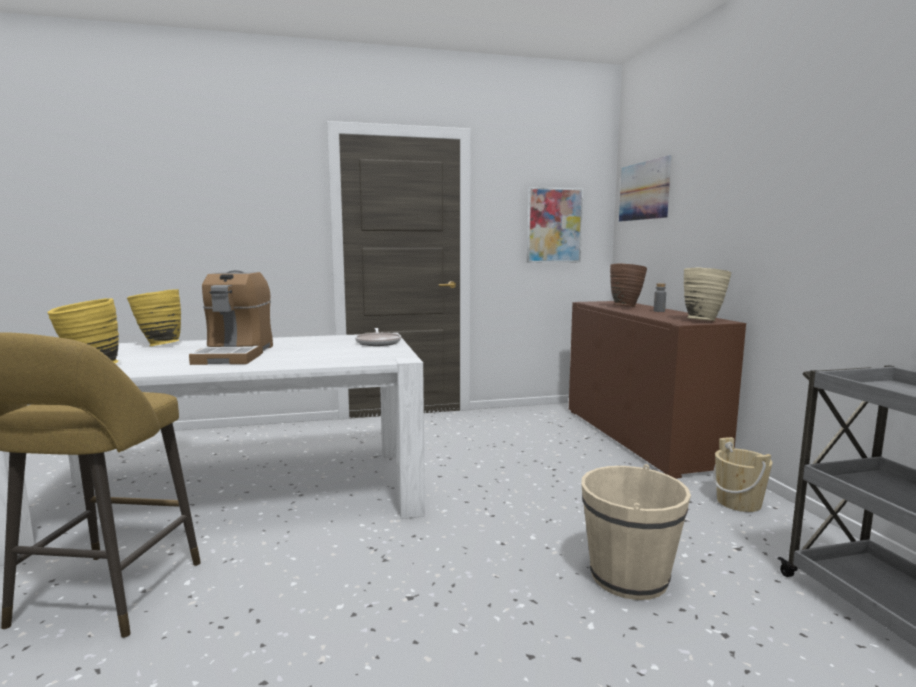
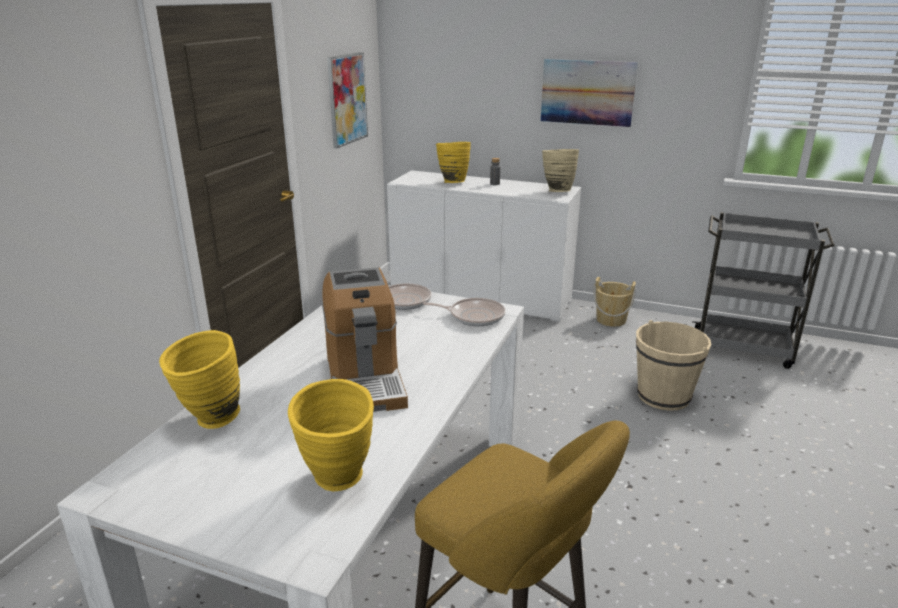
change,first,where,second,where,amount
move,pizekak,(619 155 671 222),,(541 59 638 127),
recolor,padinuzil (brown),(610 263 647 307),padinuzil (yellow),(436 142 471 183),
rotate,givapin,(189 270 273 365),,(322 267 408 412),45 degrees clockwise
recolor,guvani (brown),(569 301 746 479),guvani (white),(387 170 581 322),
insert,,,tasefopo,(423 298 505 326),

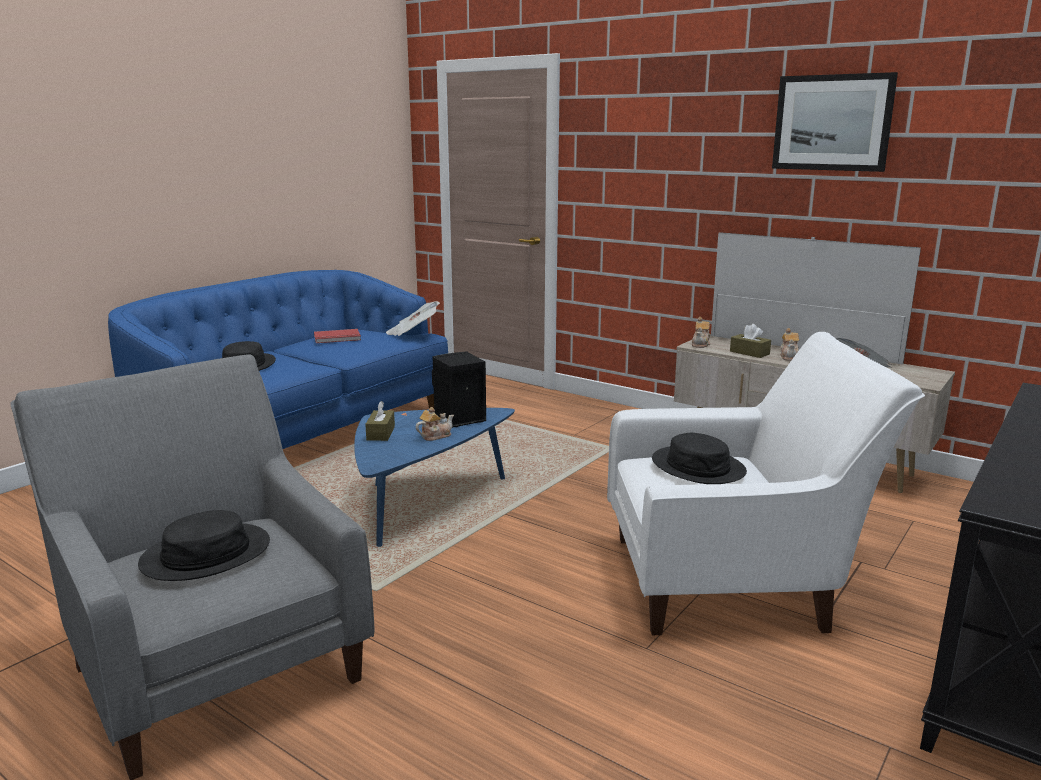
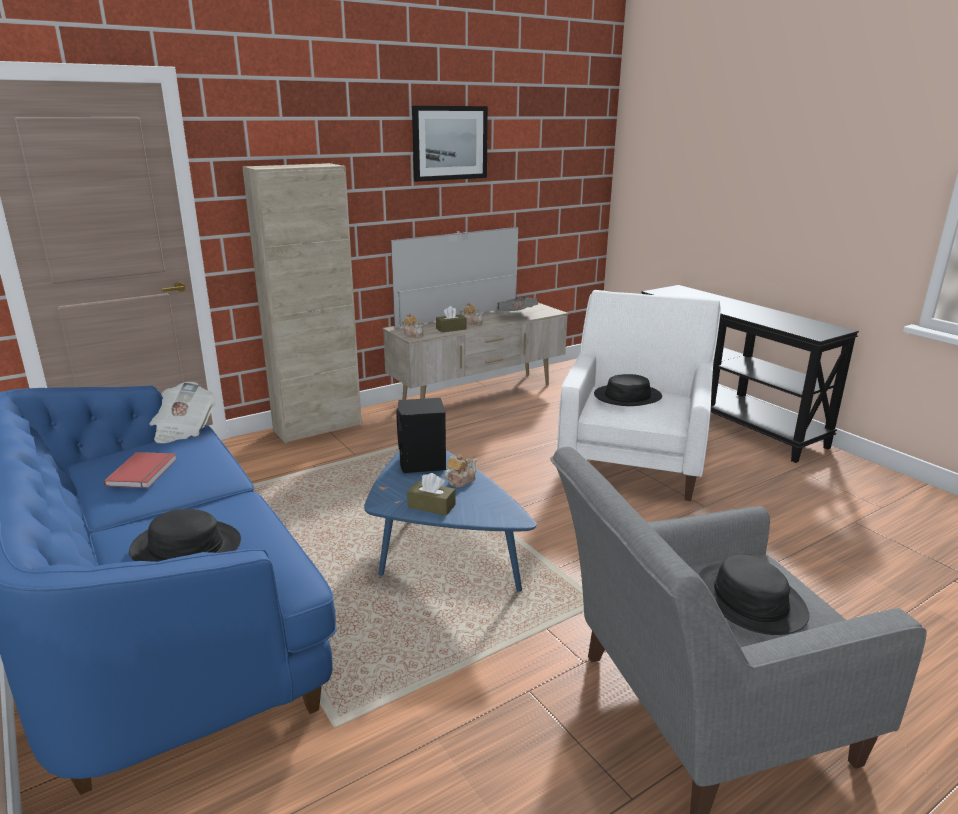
change,first,where,second,where,amount
rotate,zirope,(416 407 454 441),,(444 454 477 487),60 degrees clockwise
insert,,,guvani (beige),(242 163 362 444),

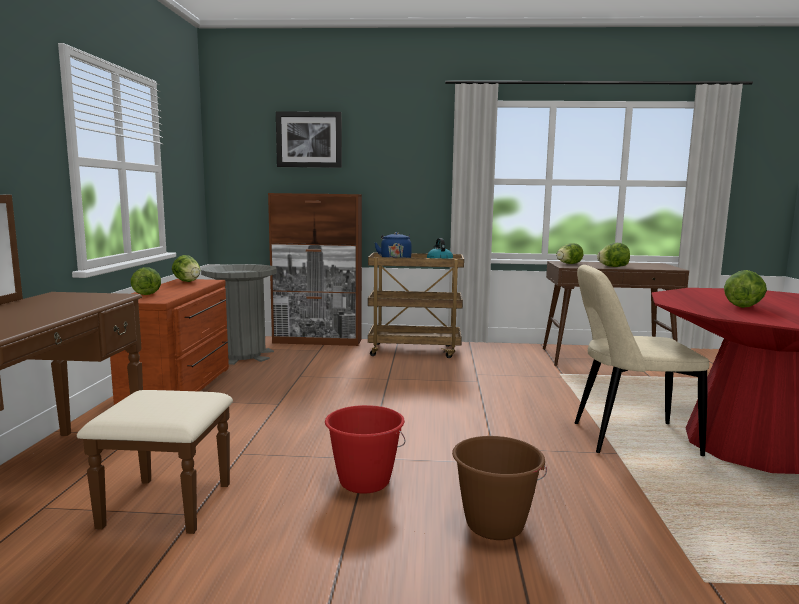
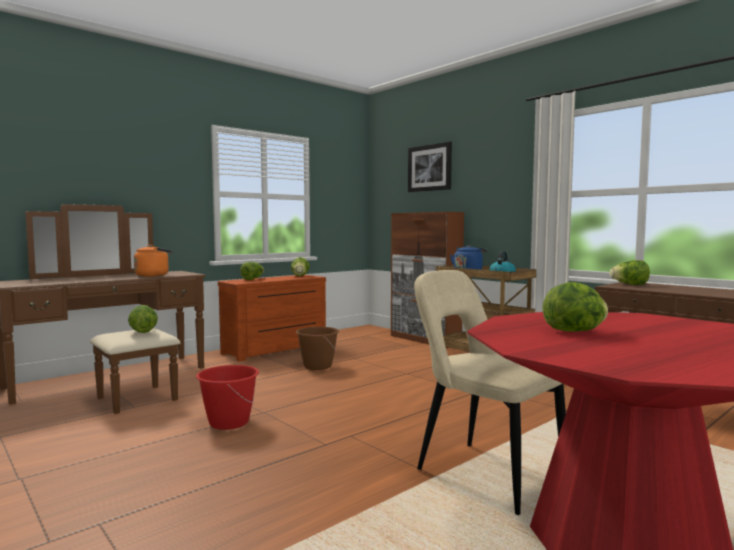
change,first,where,second,where,amount
move,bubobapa,(597 243 630 267),,(128 305 158 333),
delete,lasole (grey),(201 264 277 365),,,
move,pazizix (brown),(452 436 547 540),,(296 327 339 370),
insert,,,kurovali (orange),(134 245 173 277),

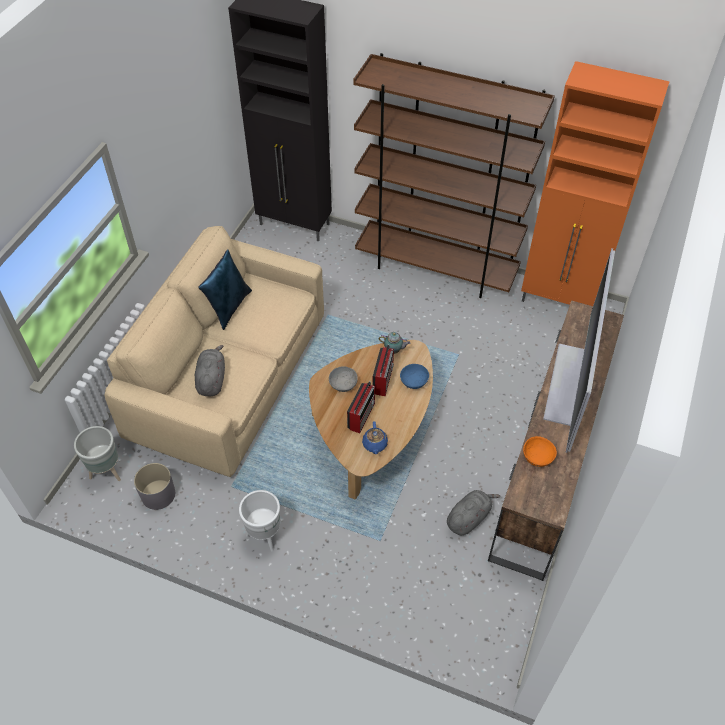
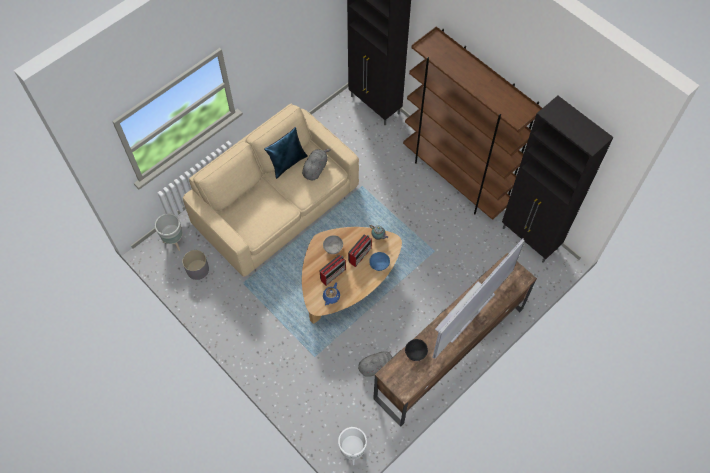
change,first,where,second,where,amount
recolor,guvani (orange),(521 61 670 306),guvani (black),(502 96 614 263),
move,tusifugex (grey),(195 345 225 396),,(302 149 331 180),
recolor,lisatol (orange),(523 436 557 467),lisatol (black),(405 339 428 361),
move,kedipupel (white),(239 490 280 551),,(338 427 367 465),

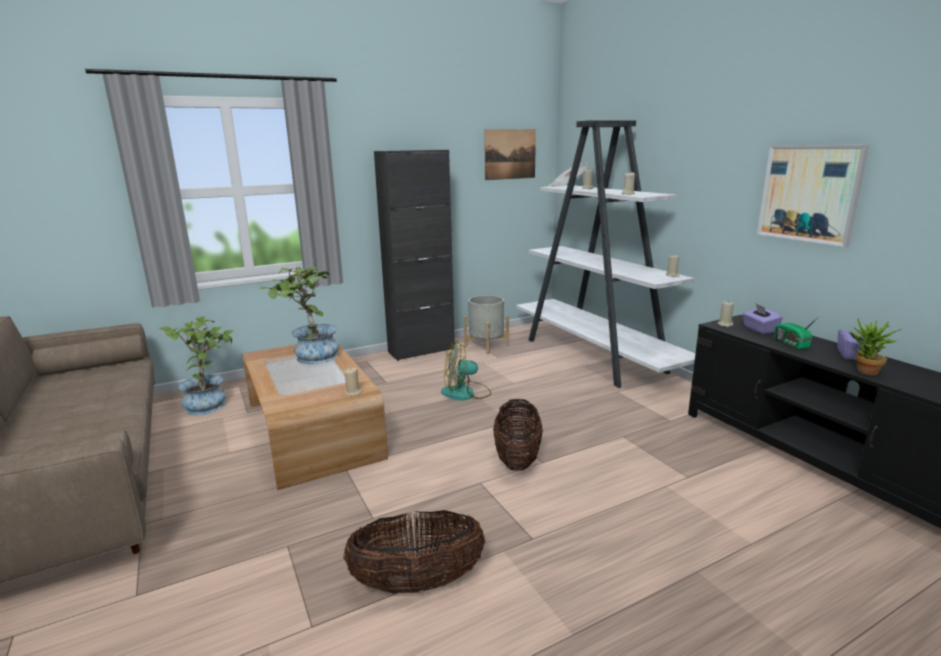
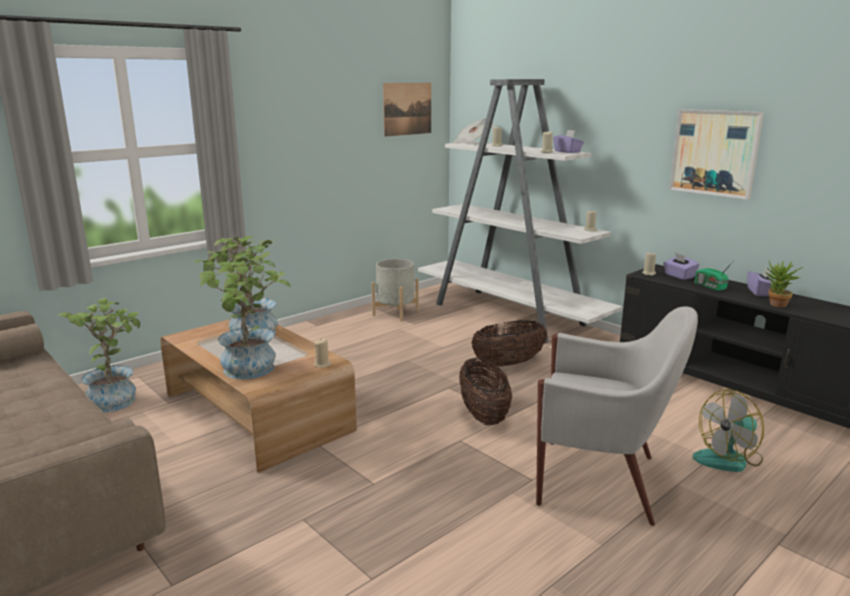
change,first,where,second,where,amount
delete,guvani (black),(374 150 455 361),,,
move,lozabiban,(441 341 491 401),,(693 389 764 472),
move,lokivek,(343 510 485 593),,(471 320 547 366),
insert,,,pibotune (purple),(553 130 584 153),
insert,,,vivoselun,(199 252 291 379),
insert,,,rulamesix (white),(536 307 698 526),

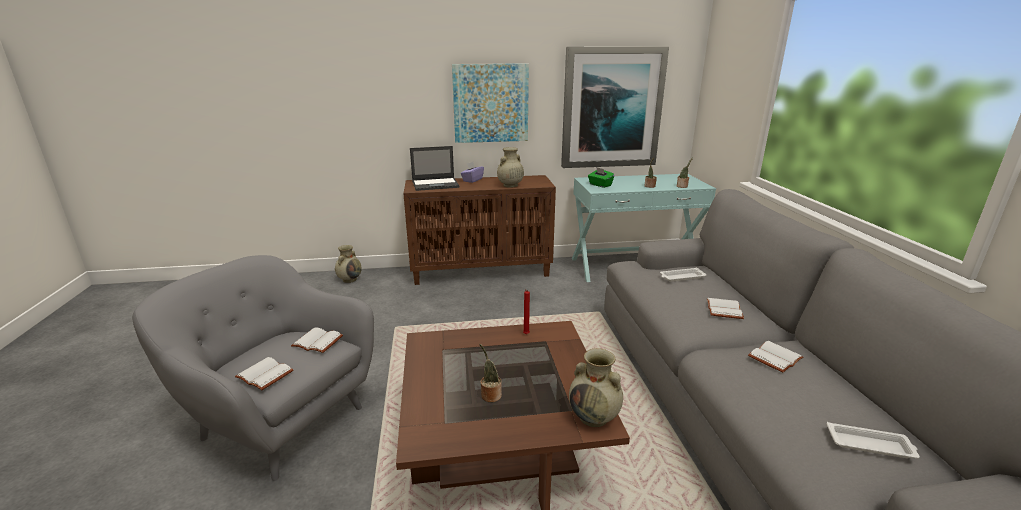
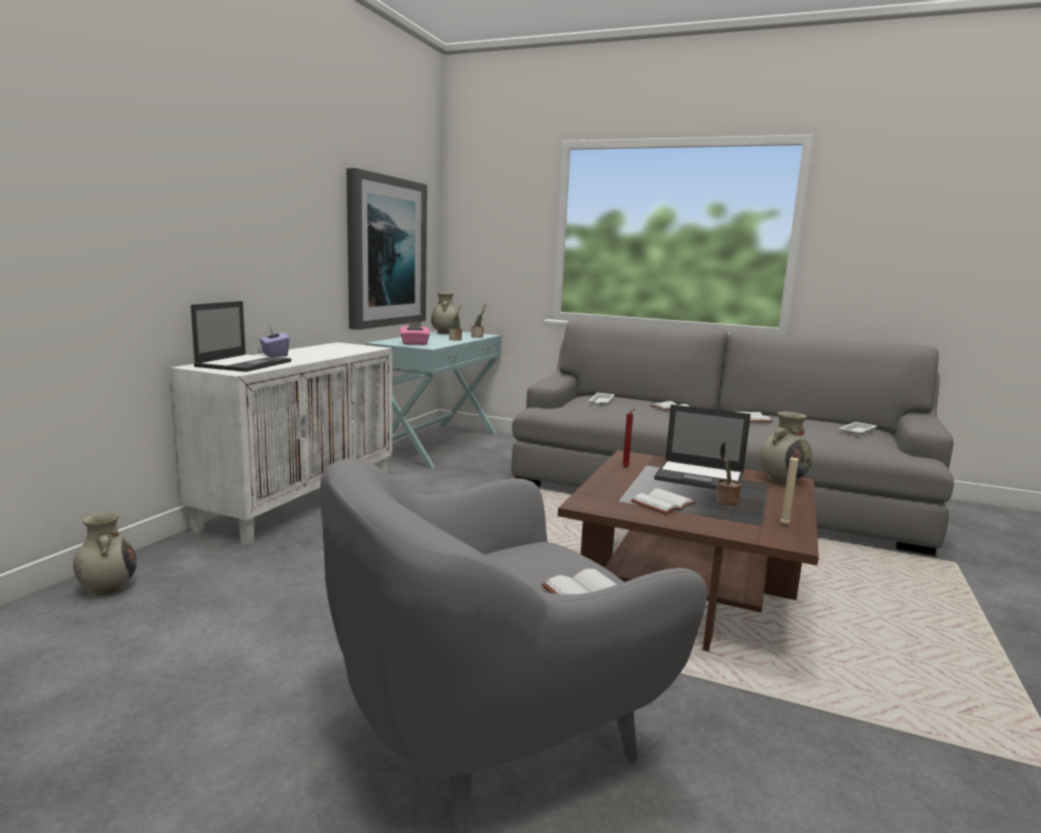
change,first,where,second,where,amount
delete,pizekak,(452 63 529 143),,,
move,padinuzil (beige),(497 147 524 188),,(431 293 459 334),
recolor,pibotune (green),(588 167 615 188),pibotune (pink),(400 321 430 345),
recolor,guvani (brown),(403 175 556 285),guvani (white),(171 342 392 546),
move,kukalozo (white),(291 328 343 353),,(631 489 696 514),
insert,,,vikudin,(654 405 751 490),
insert,,,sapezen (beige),(781 453 801 525),

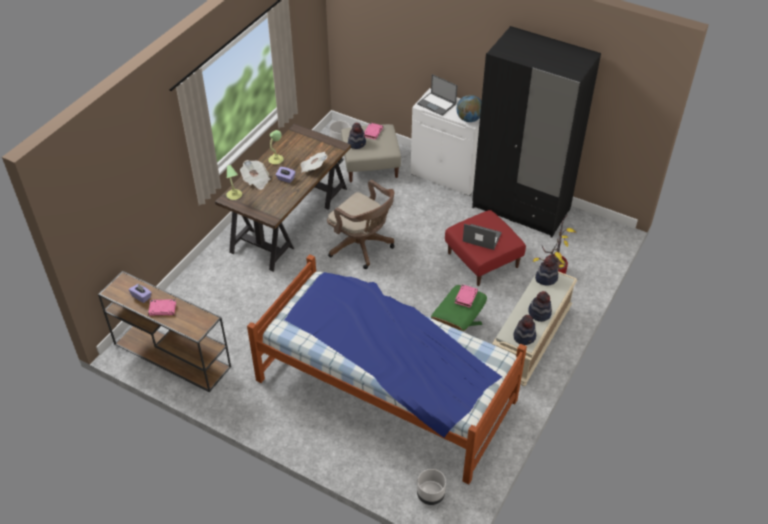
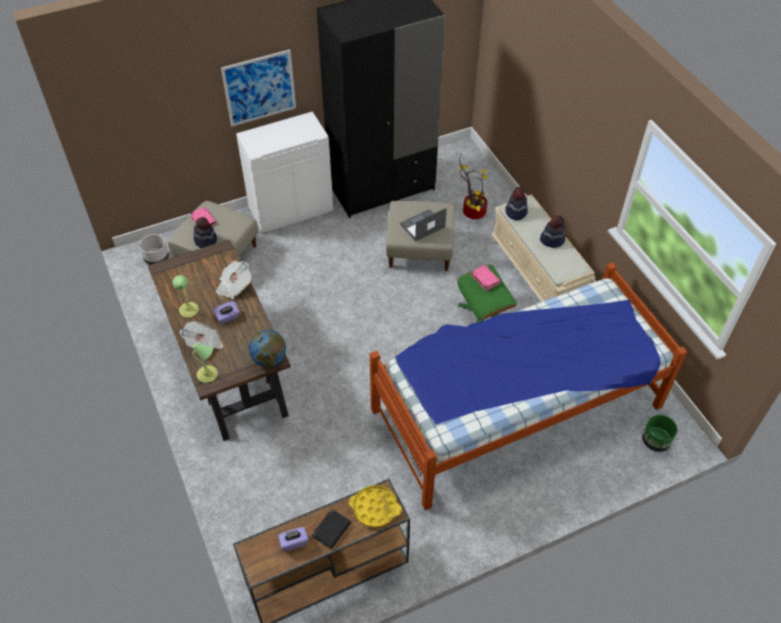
change,first,where,second,where,amount
delete,vikudin,(417 74 458 116),,,
move,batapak,(456 95 482 122),,(248 330 286 367),
delete,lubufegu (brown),(327 180 394 269),,,
recolor,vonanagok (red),(445 210 526 286),vonanagok (beige),(386 201 455 271),
recolor,kukalozo (pink),(148 299 176 316),kukalozo (black),(312 509 351 549),
delete,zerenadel,(513 315 536 345),,,
recolor,kedipupel (grey),(417 469 446 505),kedipupel (green),(642 415 678 452),
insert,,,pizekak,(221 49 296 127),
insert,,,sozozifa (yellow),(349 485 402 528),

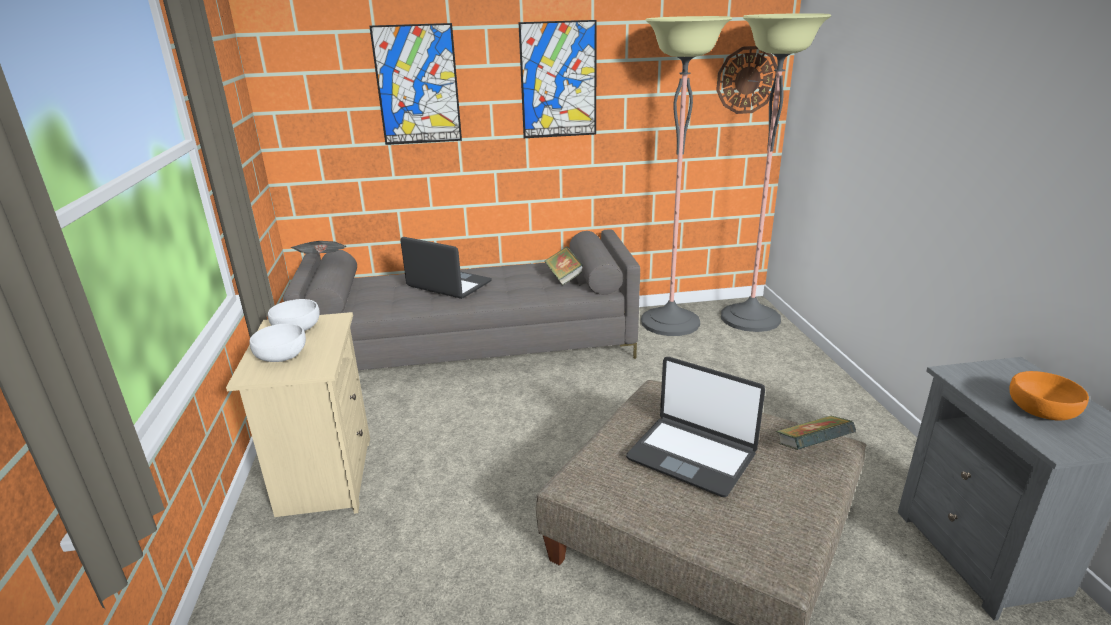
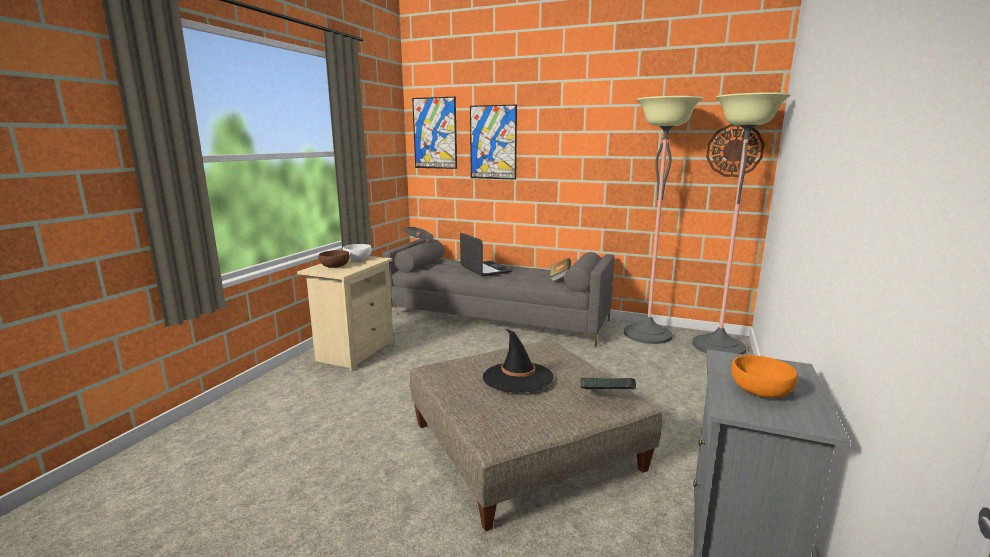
change,first,where,second,where,amount
move,pizekak,(518 20 597 138),,(412 97 457 169),
recolor,lisatol (white),(249 324 306 362),lisatol (brown),(319 250 349 268),
replace,vikudin,(626 357 765 497),zerenadel (black),(483 329 553 393),

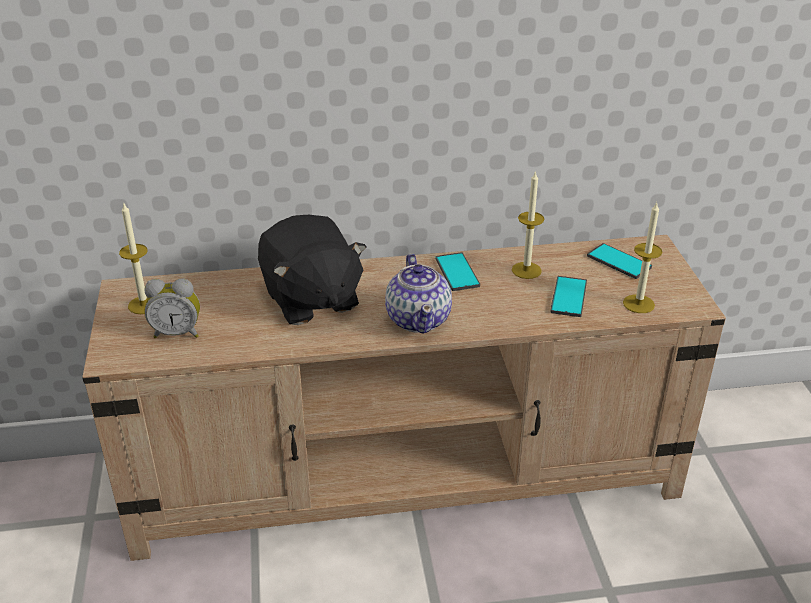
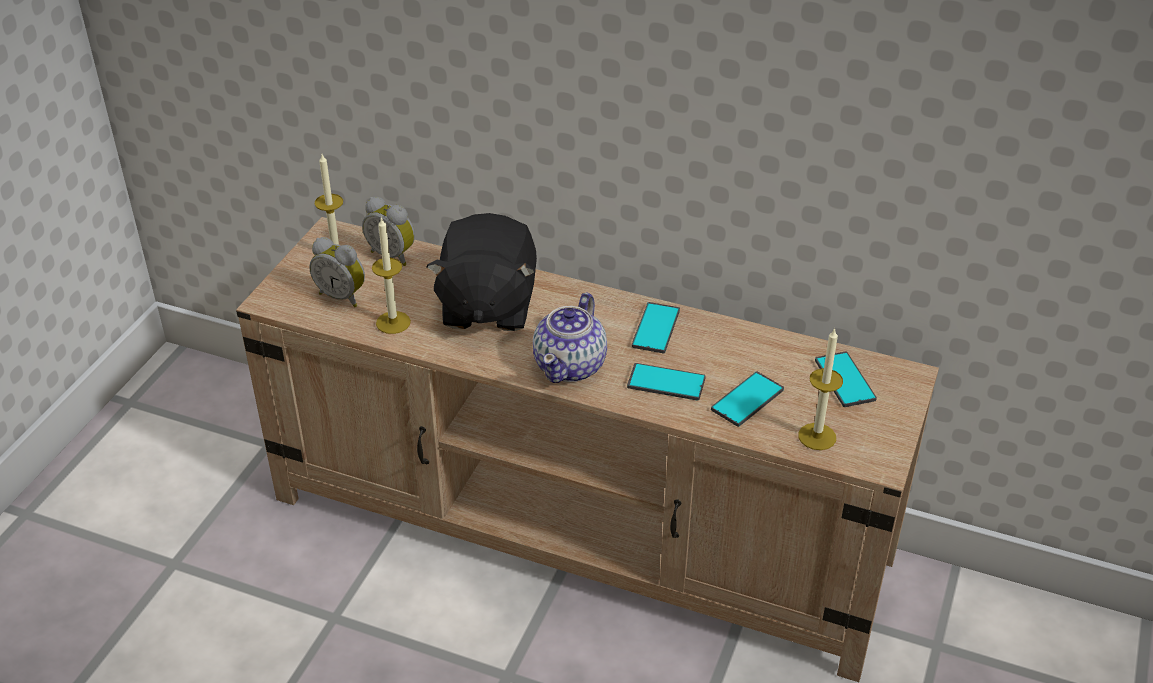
change,first,where,second,where,amount
move,sapezen,(512 171 544 279),,(372 217 411 334),
insert,,,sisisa,(362 197 415 266),
insert,,,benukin,(627 363 706 401),

